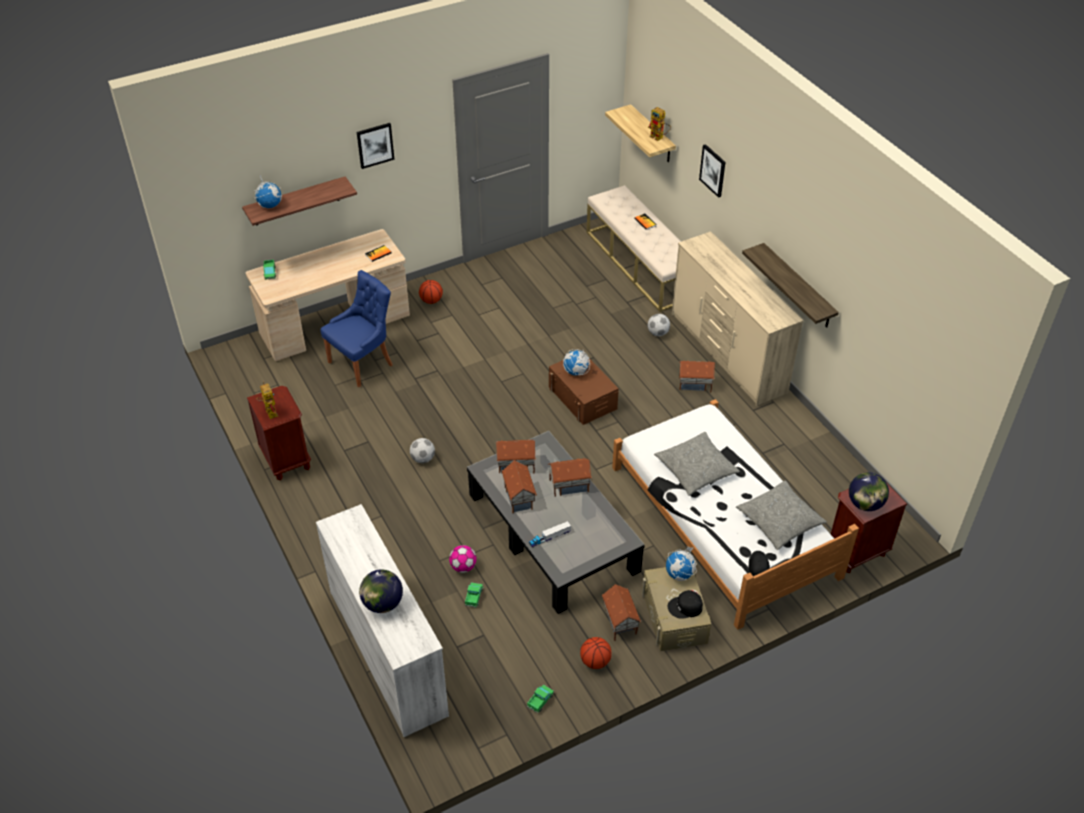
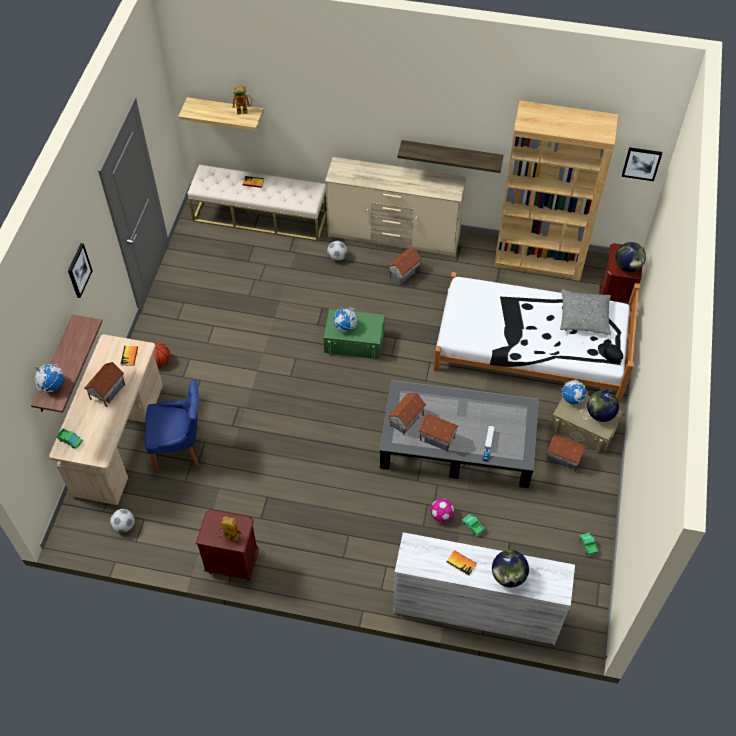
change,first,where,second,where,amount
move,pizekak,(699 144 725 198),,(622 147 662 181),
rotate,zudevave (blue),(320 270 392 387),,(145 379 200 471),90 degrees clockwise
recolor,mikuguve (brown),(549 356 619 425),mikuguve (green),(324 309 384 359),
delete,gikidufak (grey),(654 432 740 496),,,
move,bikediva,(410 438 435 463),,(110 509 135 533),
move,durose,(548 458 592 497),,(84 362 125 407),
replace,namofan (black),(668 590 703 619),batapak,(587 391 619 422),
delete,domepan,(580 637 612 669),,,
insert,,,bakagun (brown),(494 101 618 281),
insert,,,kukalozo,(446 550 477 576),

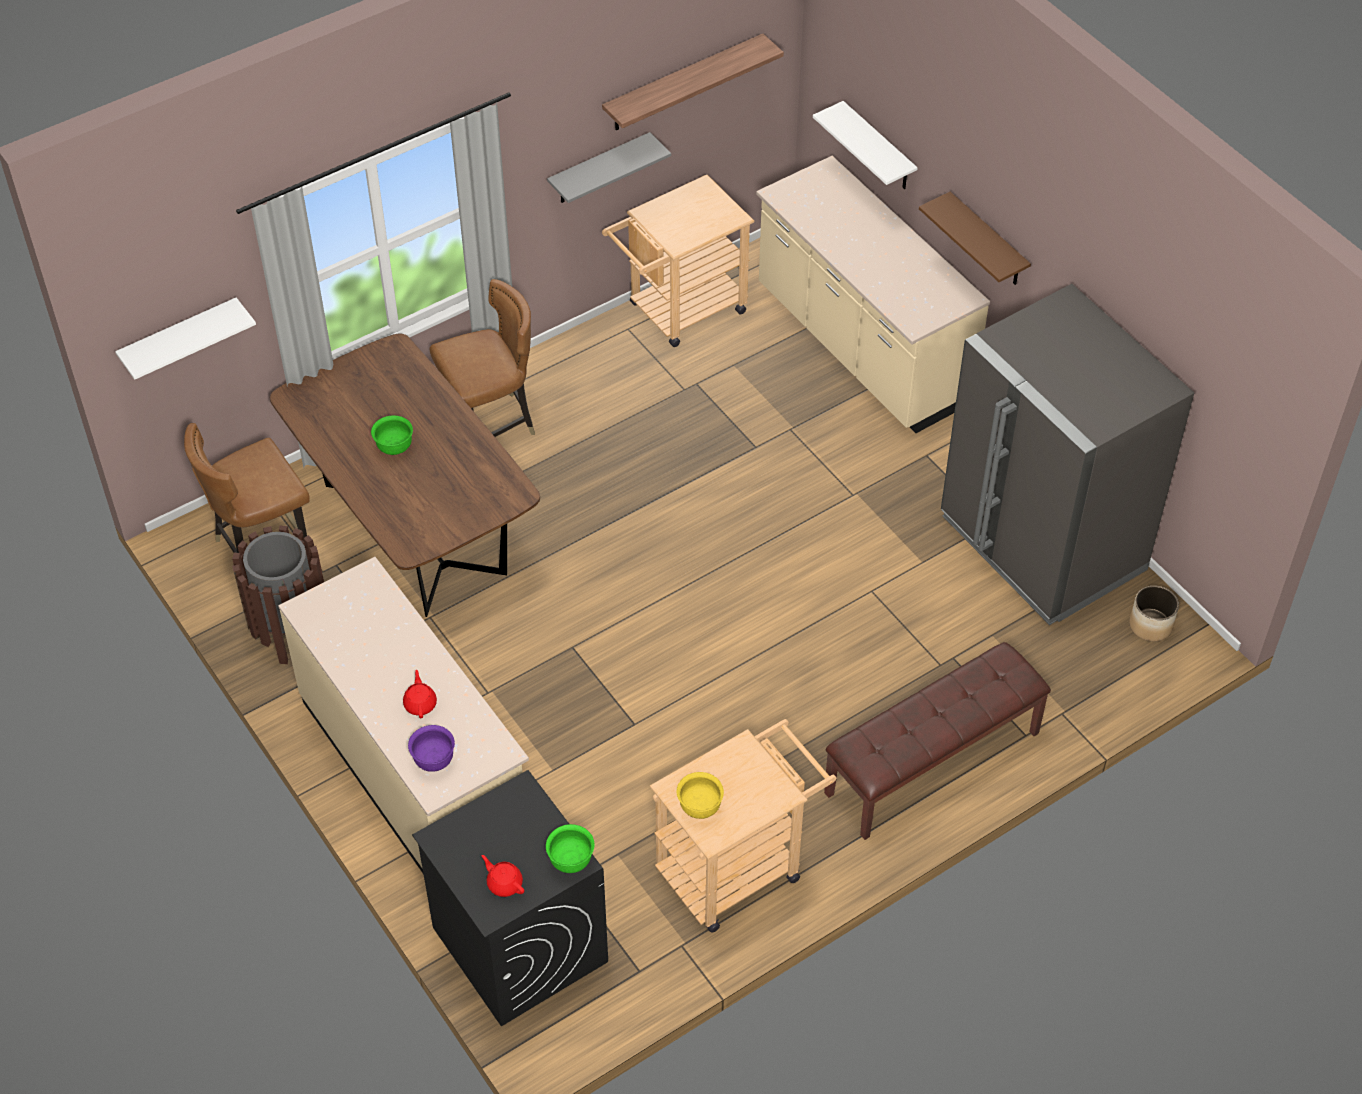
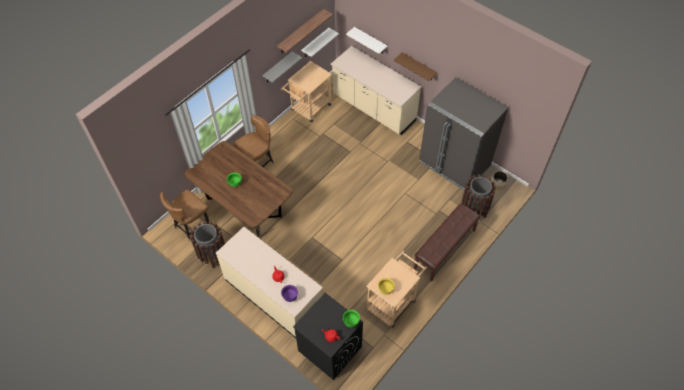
change,first,where,second,where,amount
move,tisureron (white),(115 298 256 380),,(301 28 339 57),
insert,,,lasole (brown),(461 174 496 218),

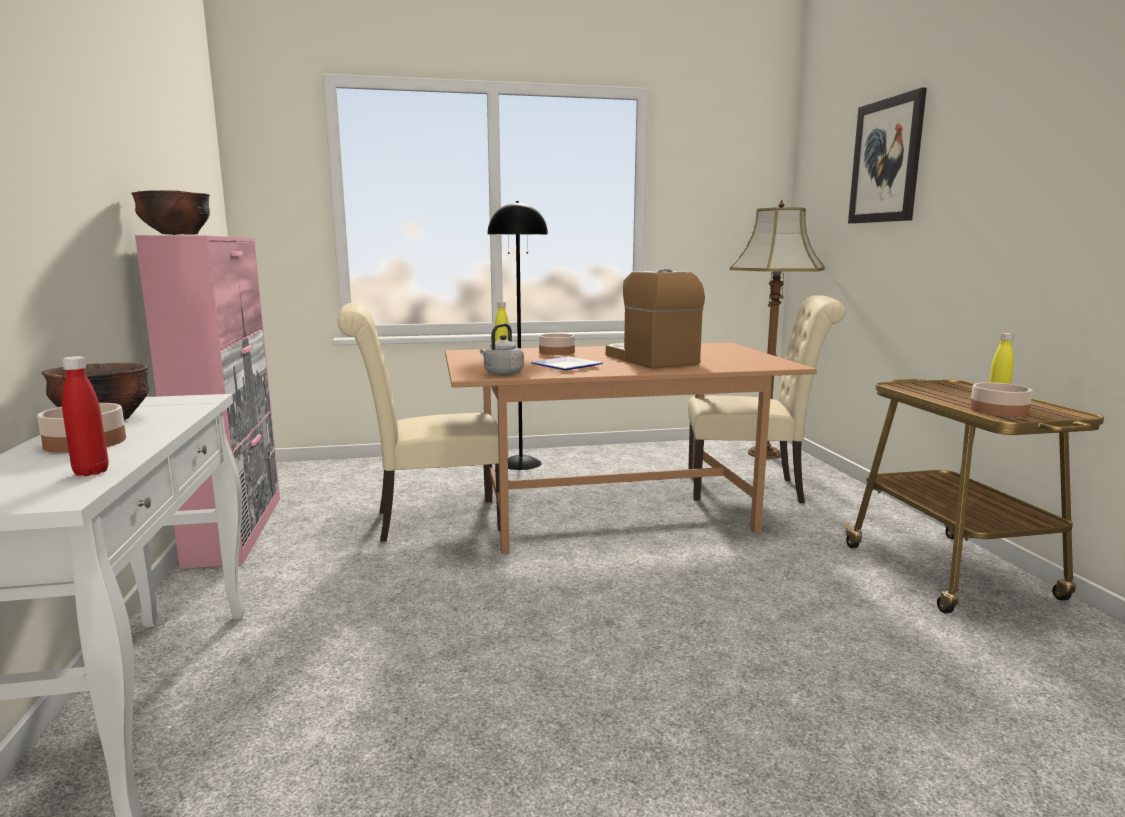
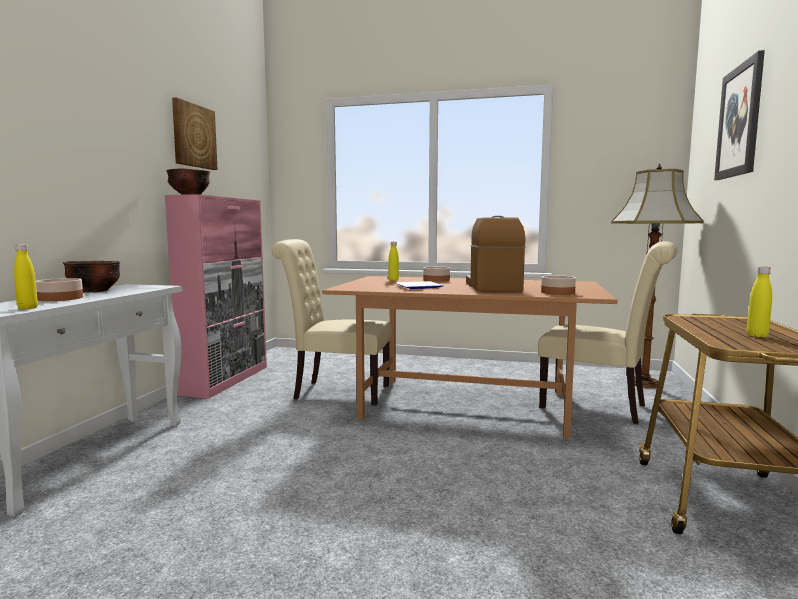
change,first,where,second,where,amount
delete,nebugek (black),(488 201 548 470),,,
delete,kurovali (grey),(480 324 524 375),,,
recolor,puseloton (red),(62 356 109 476),puseloton (yellow),(14 244 38 309),
move,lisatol,(970 382 1032 417),,(541 275 576 295),
insert,,,pizekak,(172 97 218 170),

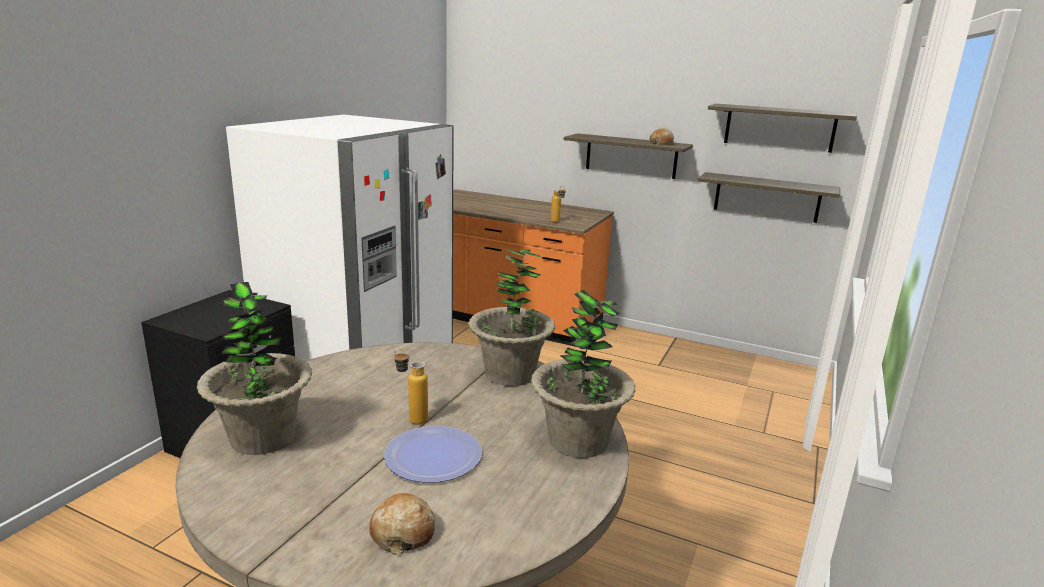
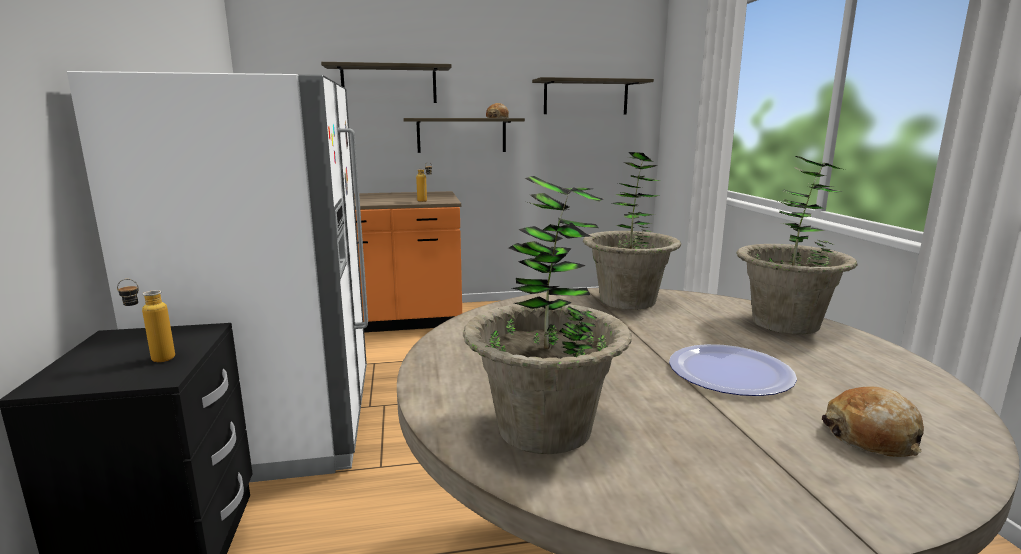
change,first,where,second,where,amount
move,tisureron,(698 172 840 223),,(321 62 452 103),
move,puseloton,(394 348 428 425),,(117 279 175 362),

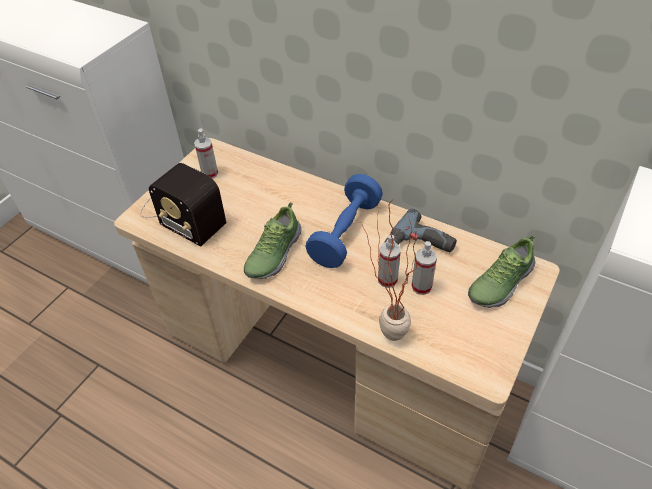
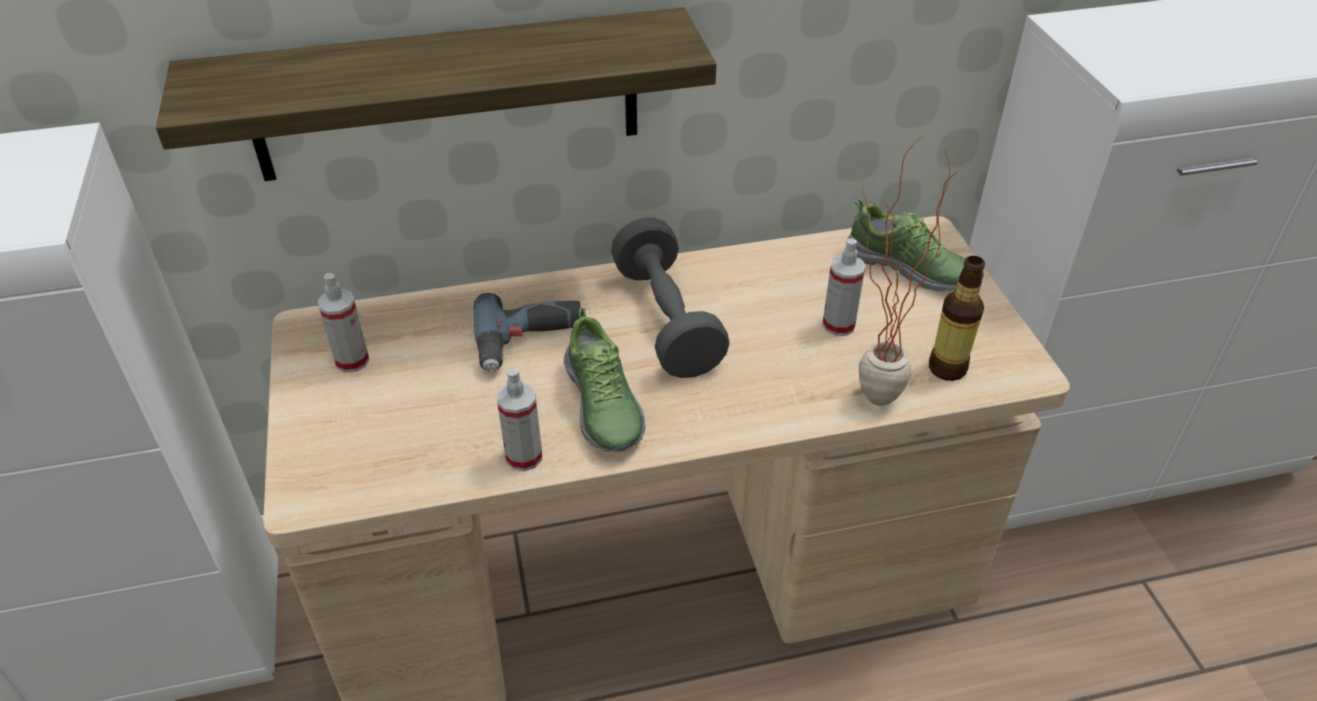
change,first,where,second,where,amount
delete,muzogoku,(140 163 226 246),,,
recolor,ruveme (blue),(305 174 383 268),ruveme (grey),(611 218 730 378),
move,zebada,(384 209 457 252),,(474 293 581 372),
move,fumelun,(378 235 401 288),,(497 368 542 471),
rotate,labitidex,(468 235 535 308),,(848 199 984 291),60 degrees counterclockwise
insert,,,tisureron,(156 7 716 181),
insert,,,puseloton,(929 256 985 381),

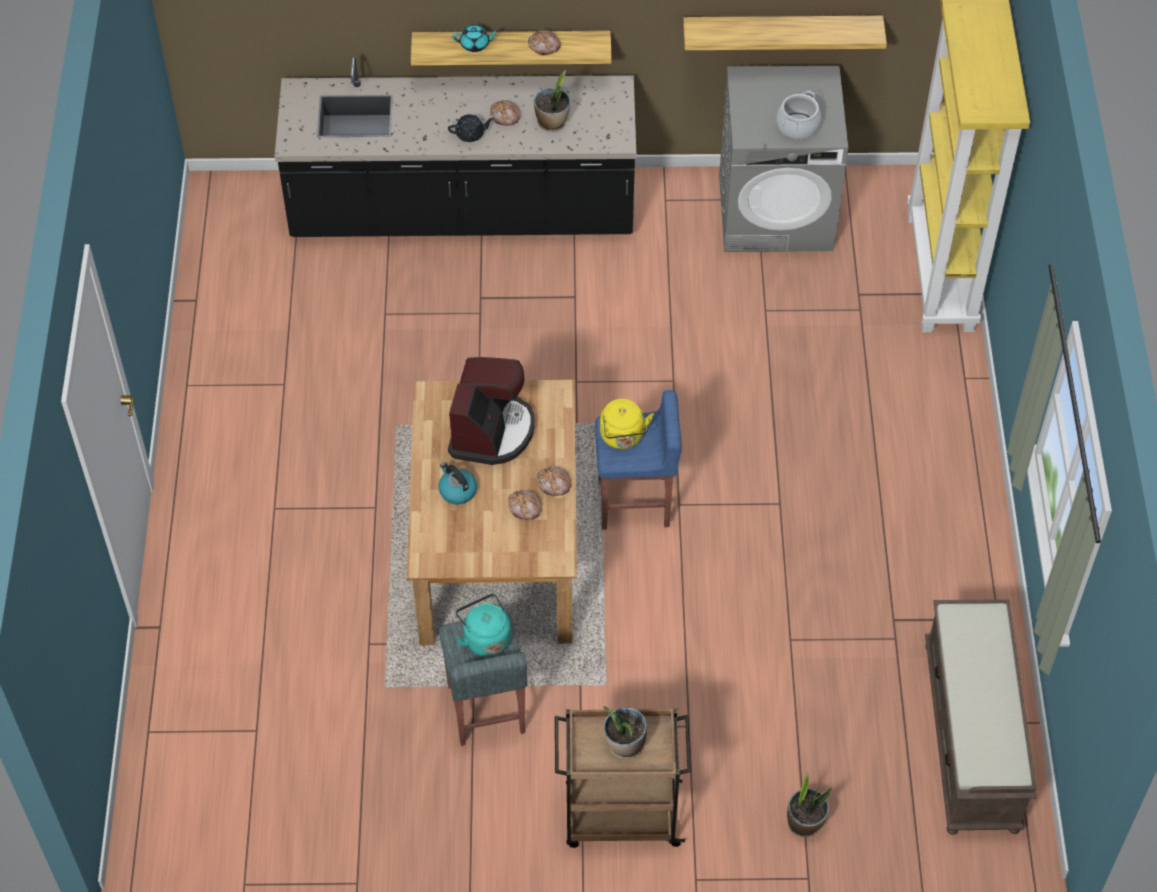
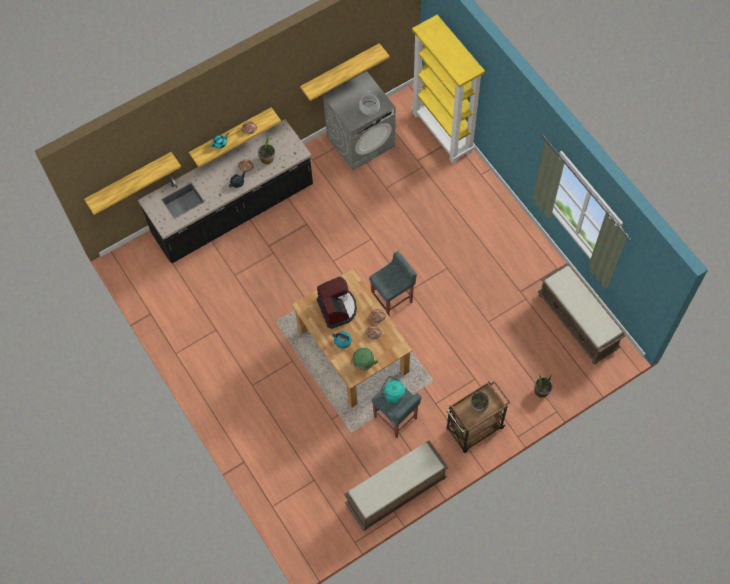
change,first,where,second,where,amount
recolor,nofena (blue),(595 390 682 530),nofena (grey),(369 251 417 316),
delete,kurovali (yellow),(600 399 654 449),,,
insert,,,tisureron,(84 152 181 215),
insert,,,kurovali (green),(351 348 378 370),
insert,,,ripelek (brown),(344 440 449 531),

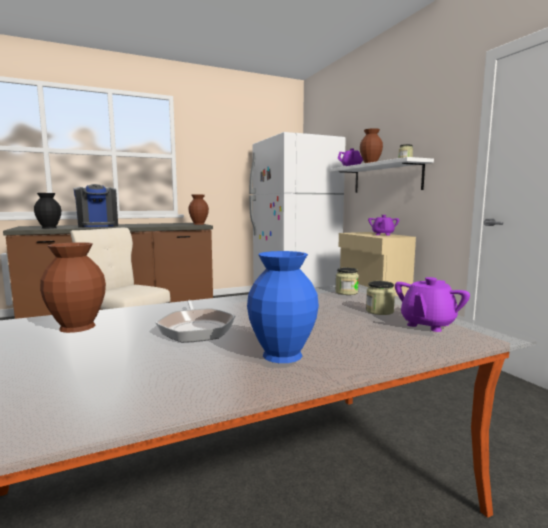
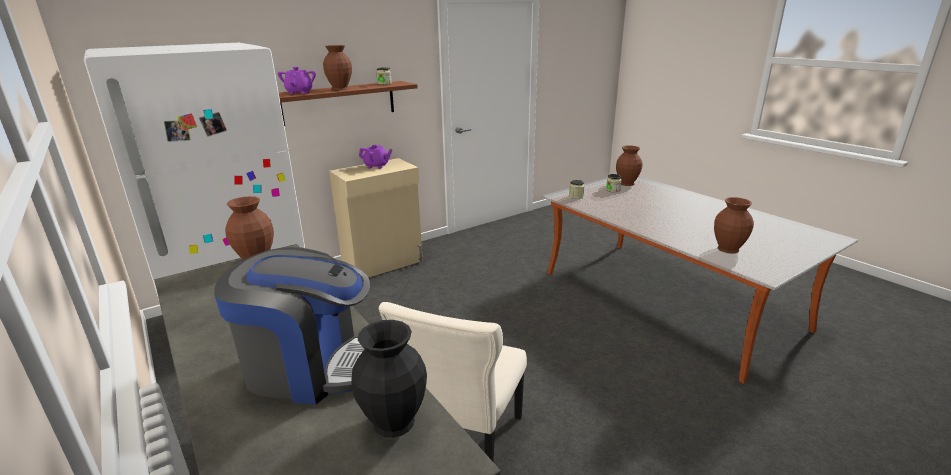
change,first,where,second,where,amount
recolor,tisureron (white),(329 157 434 193),tisureron (brown),(279 81 418 126),
rotate,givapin,(73 184 118 227),,(214 247 370 405),45 degrees clockwise
delete,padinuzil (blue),(247 251 319 363),,,
replace,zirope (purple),(395 277 470 332),padinuzil (brown),(616 145 642 186),
delete,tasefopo,(156 300 235 342),,,

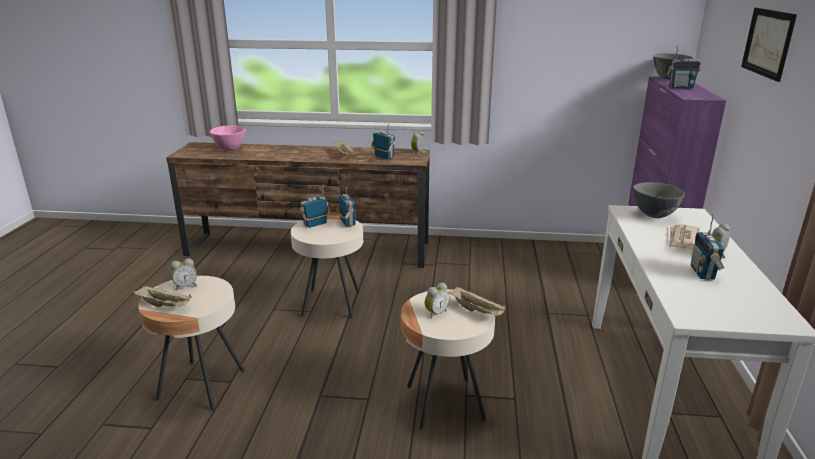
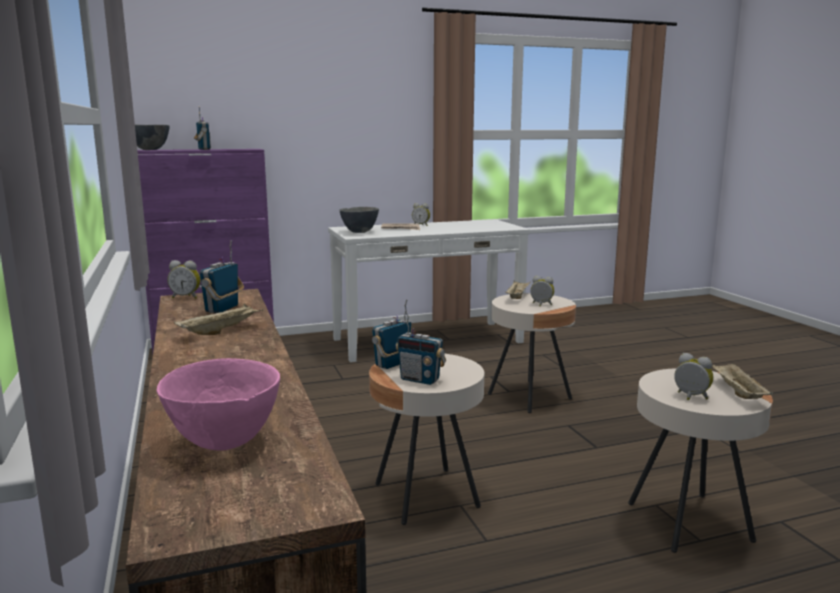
change,first,where,second,where,amount
delete,pizekak,(741 8 797 82),,,
delete,muzogoku,(690 214 724 280),,,

